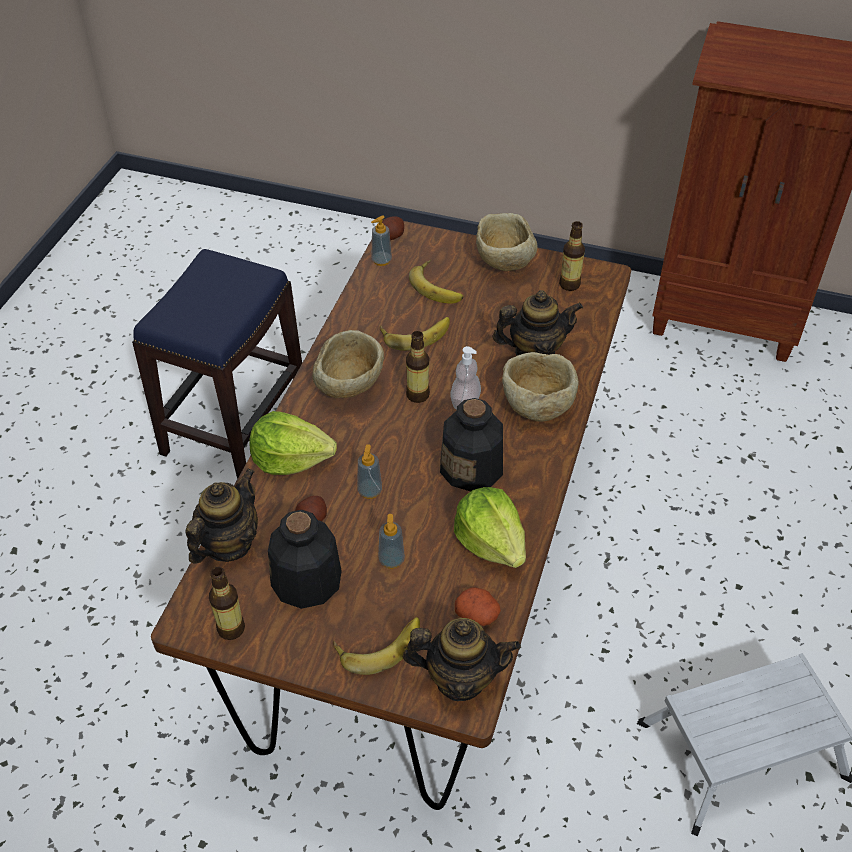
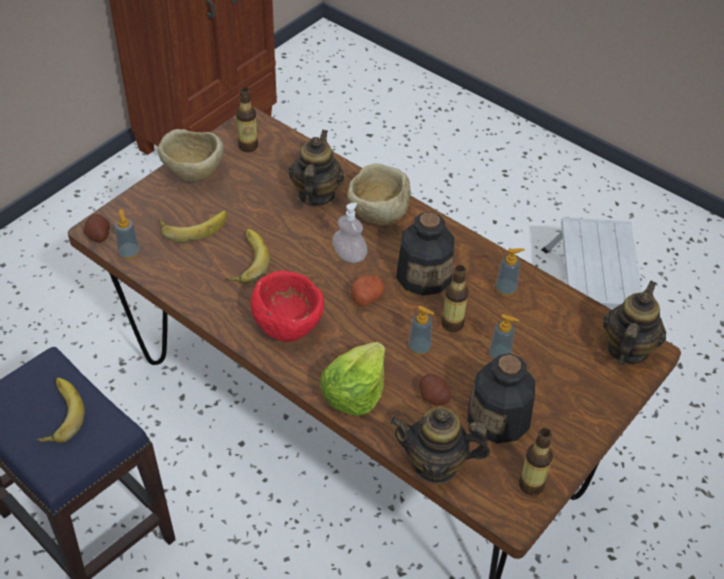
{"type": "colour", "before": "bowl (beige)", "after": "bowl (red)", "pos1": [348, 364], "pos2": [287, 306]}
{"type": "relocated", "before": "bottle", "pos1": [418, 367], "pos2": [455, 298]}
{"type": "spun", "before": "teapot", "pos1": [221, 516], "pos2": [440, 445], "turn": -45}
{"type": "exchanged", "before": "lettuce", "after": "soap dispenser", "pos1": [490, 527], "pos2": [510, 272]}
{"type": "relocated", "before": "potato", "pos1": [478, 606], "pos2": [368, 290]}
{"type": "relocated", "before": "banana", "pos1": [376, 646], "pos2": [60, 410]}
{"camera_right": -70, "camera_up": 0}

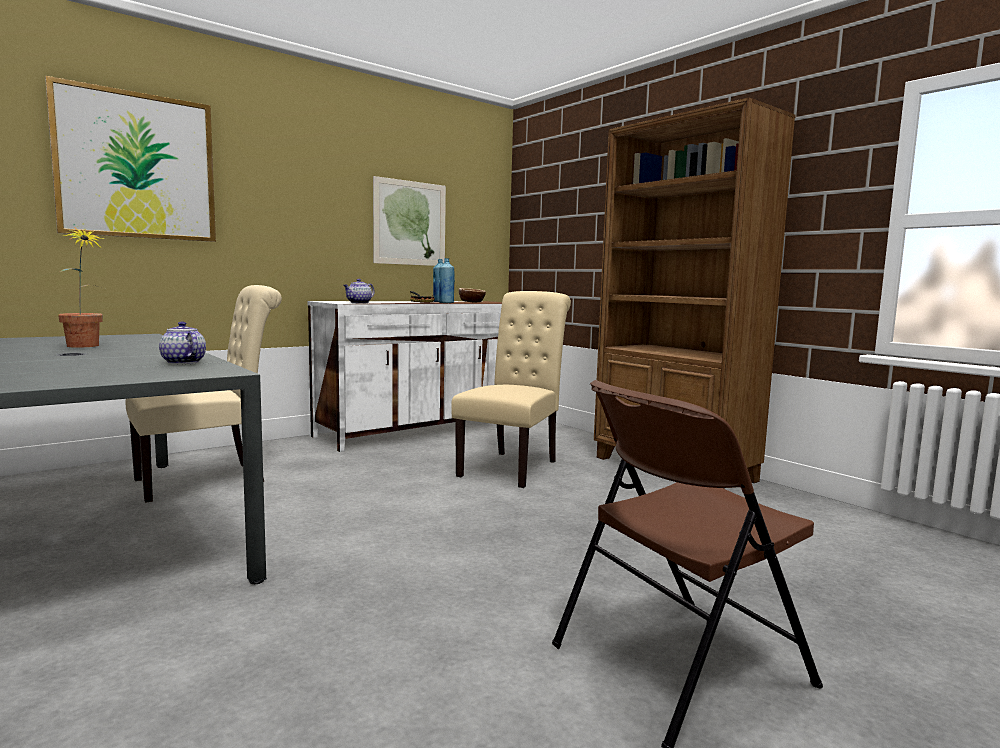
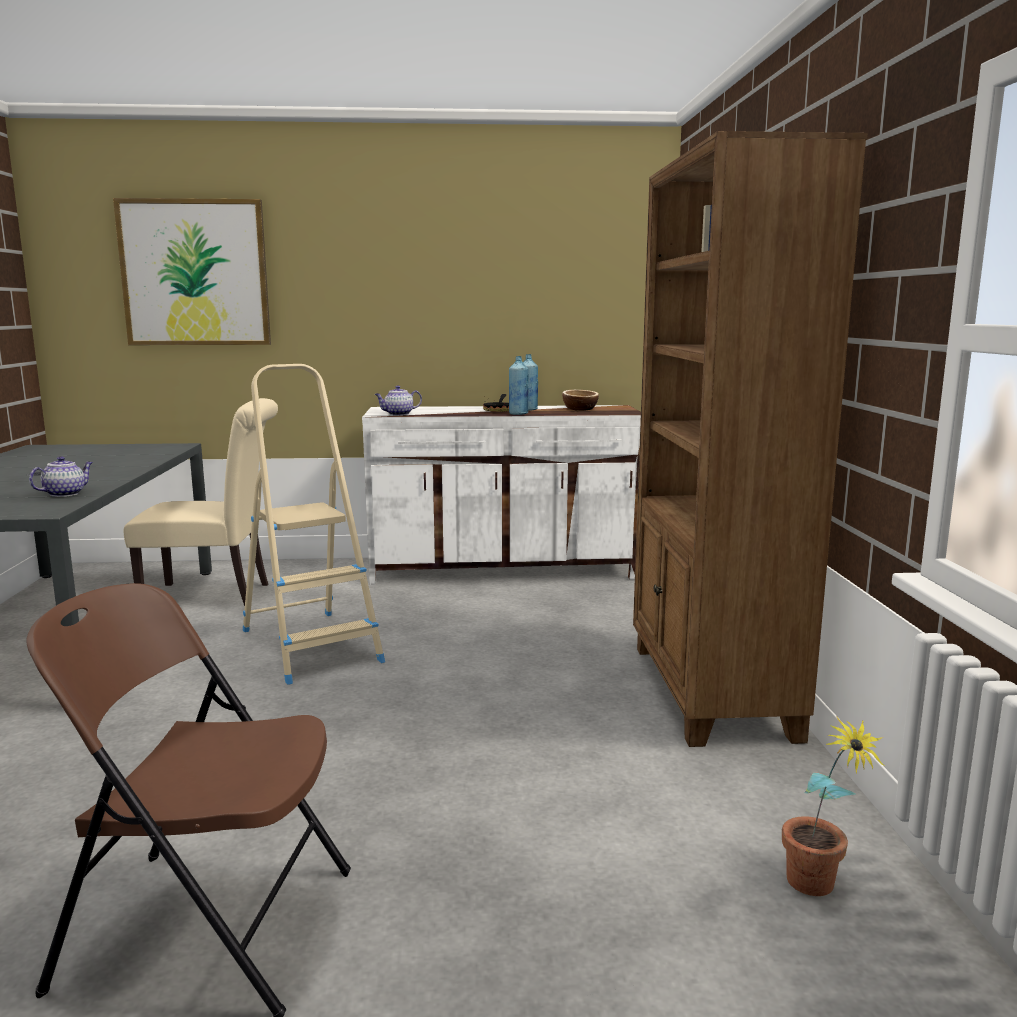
{"type": "missing", "before": "picture", "pos1": [409, 221]}
{"type": "relocated", "before": "potted plant", "pos1": [82, 288], "pos2": [833, 806]}
{"type": "missing", "before": "chair (beige)", "pos1": [511, 389]}
{"type": "spun", "before": "teapot", "pos1": [182, 343], "pos2": [61, 476], "turn": 45}
{"type": "appeared", "after": "step ladder (beige)", "pos2": [314, 524]}
{"camera_right": 35, "camera_up": 5}

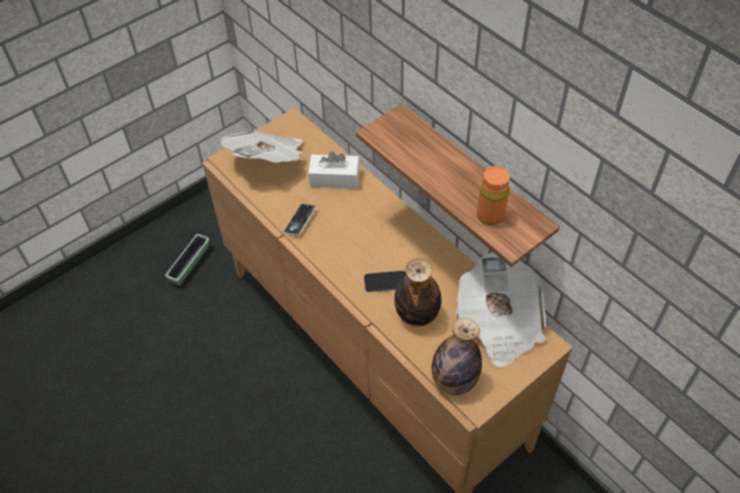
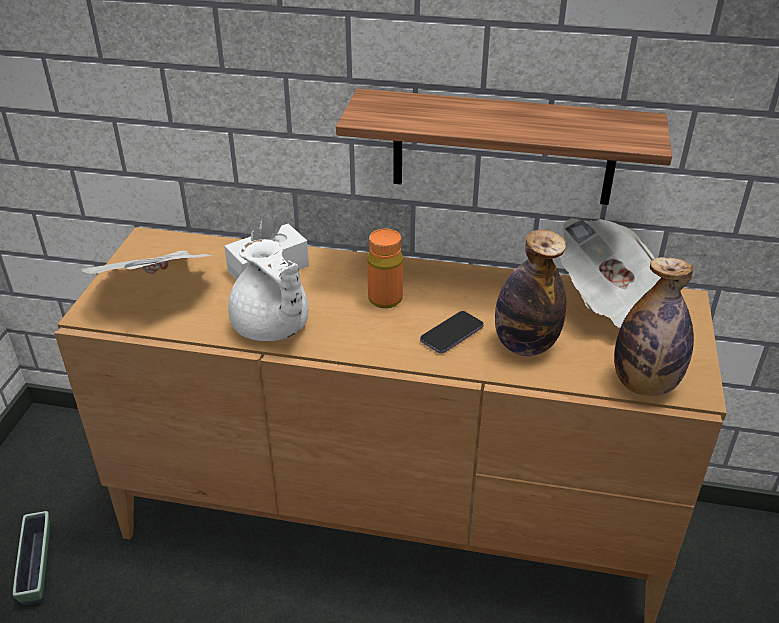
{"type": "relocated", "before": "bottle (orange)", "pos1": [493, 195], "pos2": [385, 268]}
{"type": "exchanged", "before": "phone", "after": "teapot (white)", "pos1": [300, 220], "pos2": [268, 290]}
{"camera_right": -40, "camera_up": -15}

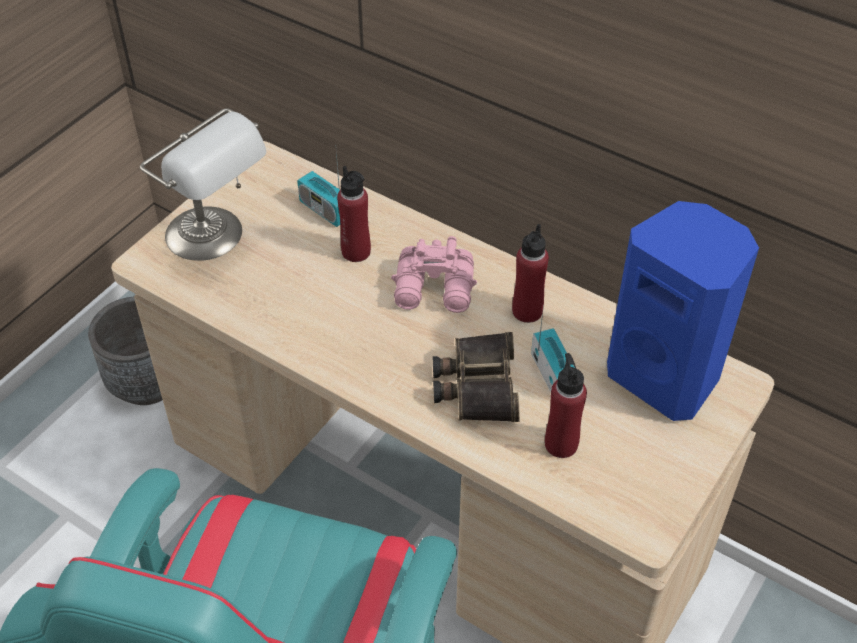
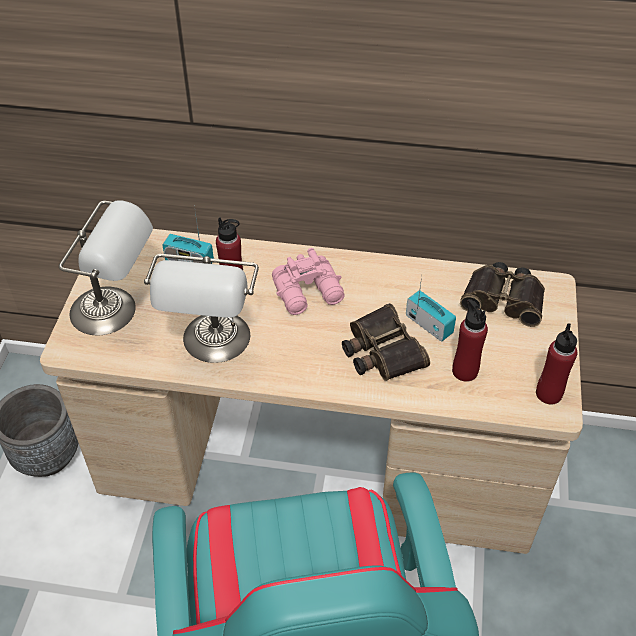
{"type": "exchanged", "before": "speaker (blue)", "after": "binoculars", "pos1": [683, 311], "pos2": [502, 294]}
{"type": "relocated", "before": "bottle (red)", "pos1": [530, 273], "pos2": [556, 363]}
{"type": "appeared", "after": "table lamp (white)", "pos2": [201, 308]}
{"camera_right": -25, "camera_up": 0}

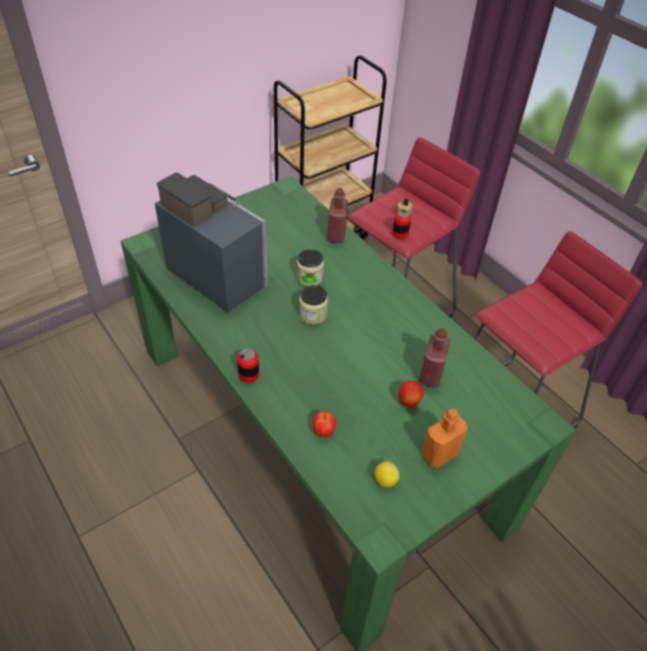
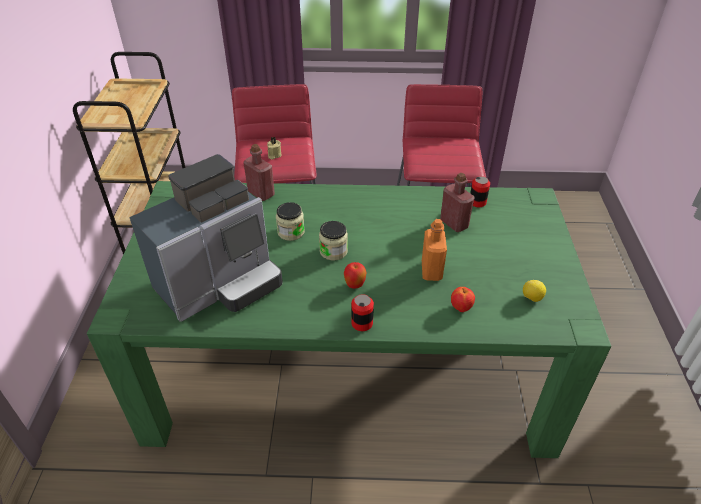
{"type": "spun", "before": "coffee machine", "pos1": [211, 242], "pos2": [206, 238], "turn": 150}
{"type": "relocated", "before": "can", "pos1": [402, 224], "pos2": [480, 191]}
{"type": "relocated", "before": "apple", "pos1": [411, 394], "pos2": [355, 275]}
{"type": "relocated", "before": "bottle (orange)", "pos1": [445, 439], "pos2": [434, 250]}
{"camera_right": -50, "camera_up": -5}

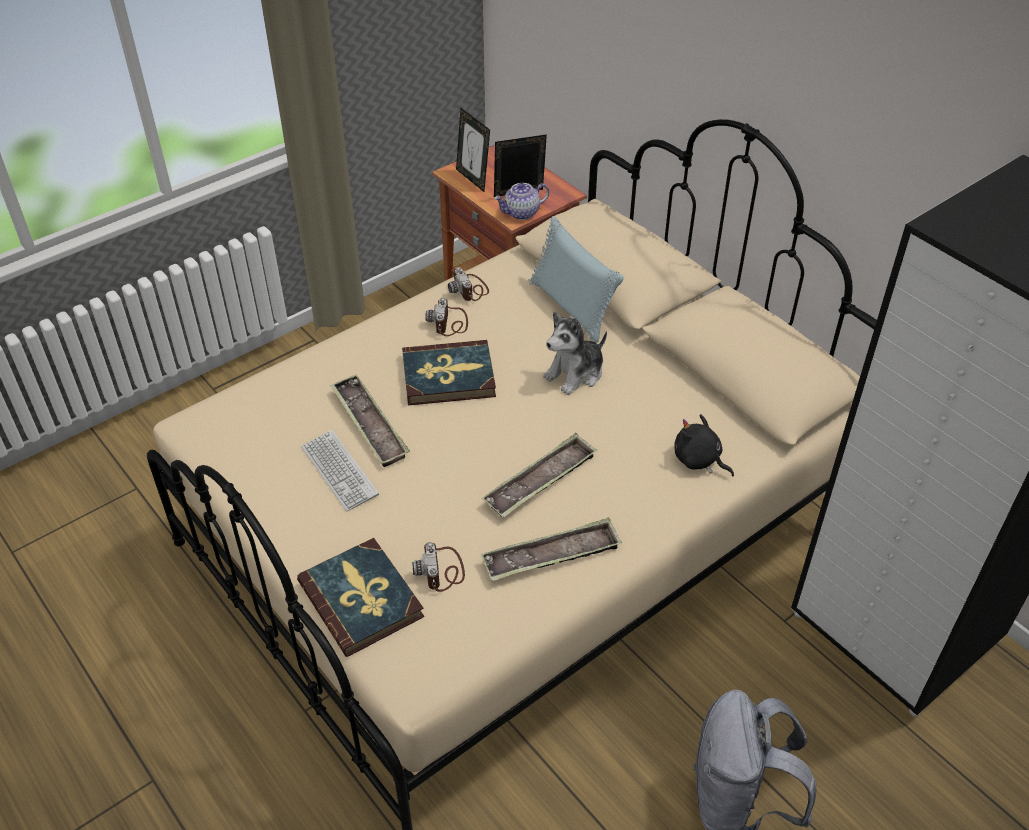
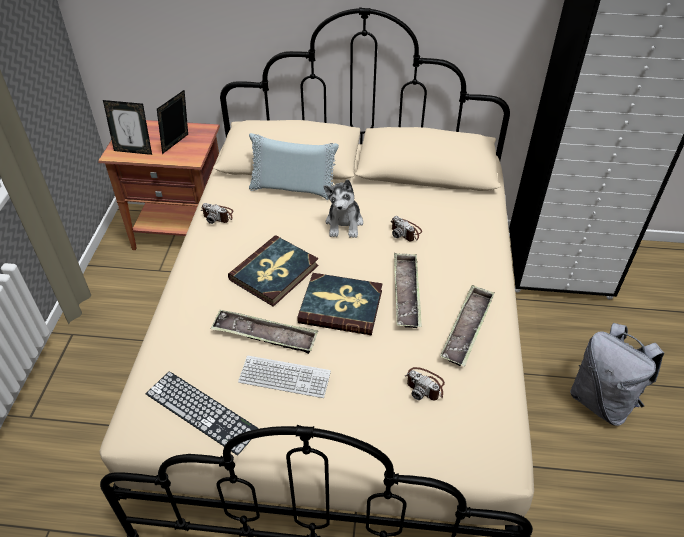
{"type": "missing", "before": "teapot", "pos1": [521, 201]}
{"type": "relocated", "before": "photo camera", "pos1": [446, 317], "pos2": [406, 228]}
{"type": "missing", "before": "plush toy (black)", "pos1": [704, 445]}
{"type": "relocated", "before": "book", "pos1": [360, 597], "pos2": [339, 304]}
{"type": "appeared", "after": "keyboard", "pos2": [202, 413]}
{"camera_right": -45, "camera_up": 0}

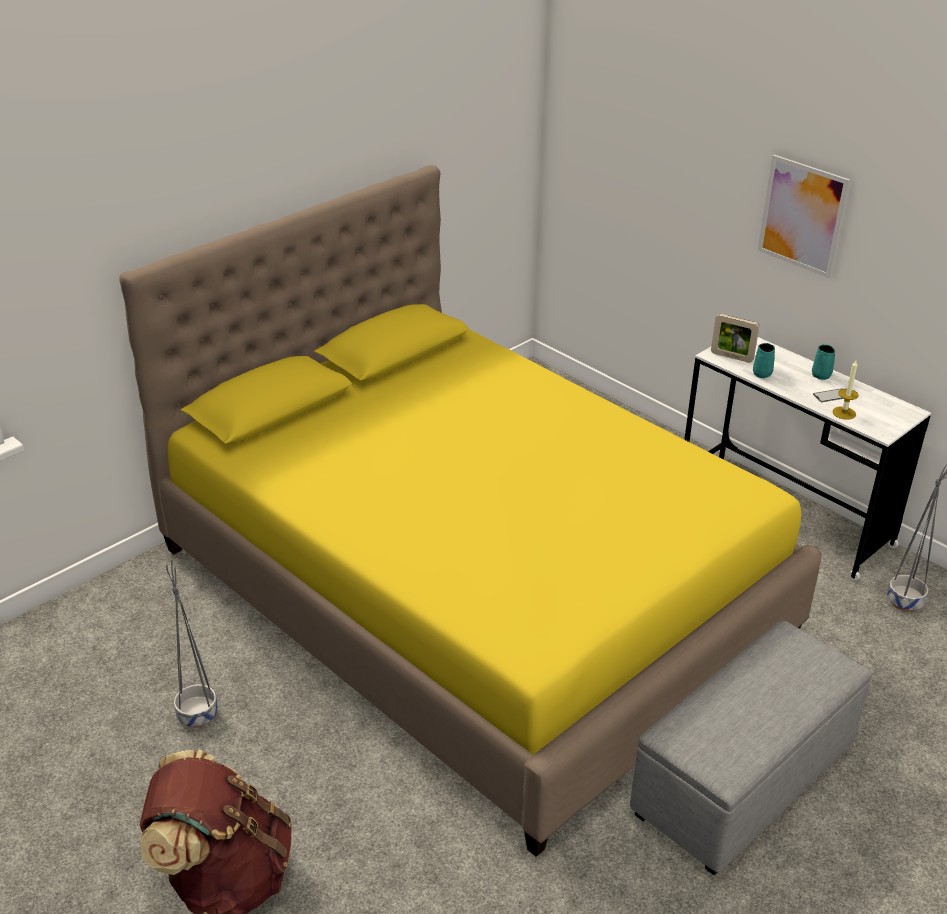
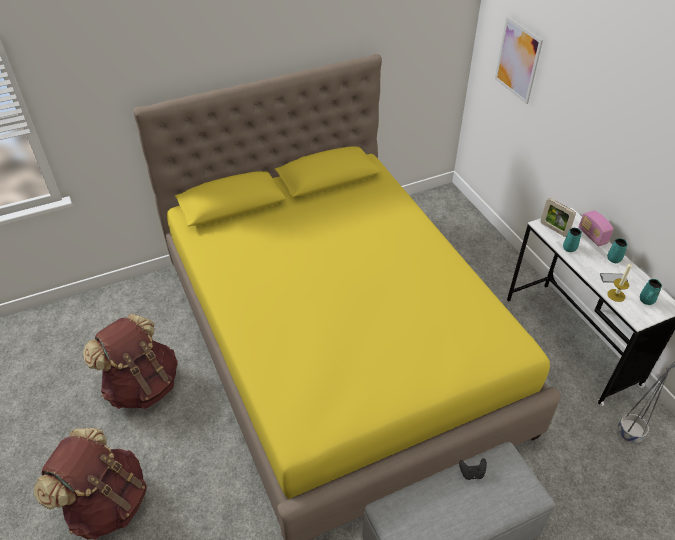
{"type": "relocated", "before": "picture", "pos1": [804, 216], "pos2": [519, 60]}
{"type": "exchanged", "before": "planter (grey)", "after": "backpack (brown)", "pos1": [192, 644], "pos2": [130, 361]}
{"type": "appeared", "after": "radio", "pos2": [596, 228]}
{"type": "appeared", "after": "mug (turquoise)", "pos2": [651, 292]}
{"type": "appeared", "after": "game controller (black)", "pos2": [473, 469]}
{"camera_right": 20, "camera_up": 10}

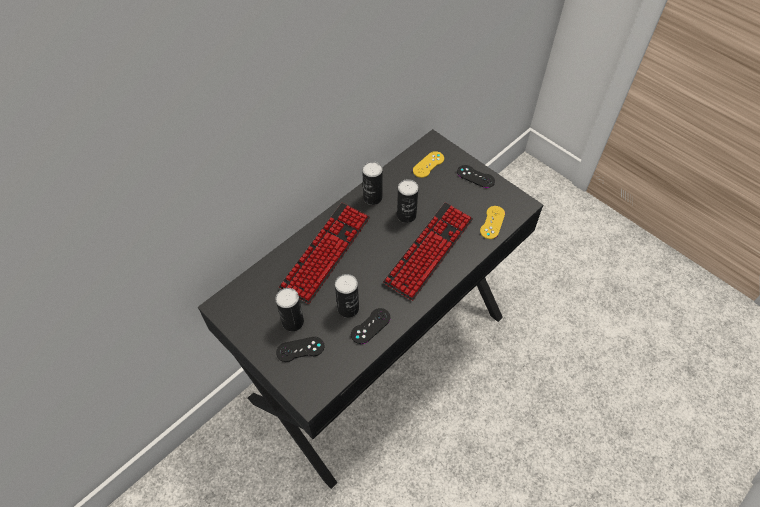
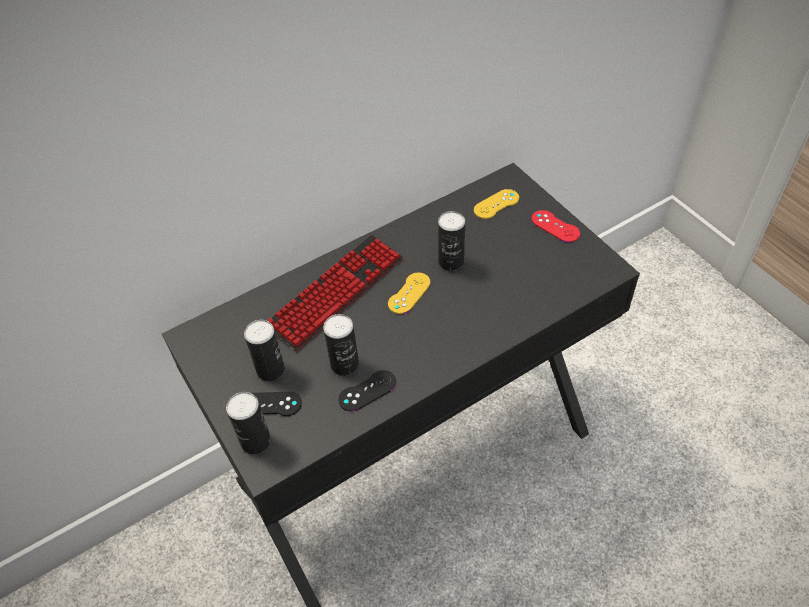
{"type": "relocated", "before": "can", "pos1": [372, 183], "pos2": [248, 423]}
{"type": "colour", "before": "game controller (black)", "after": "game controller (red)", "pos1": [476, 176], "pos2": [556, 226]}
{"type": "missing", "before": "keyboard", "pos1": [428, 251]}
{"type": "relocated", "before": "game controller (yellow)", "pos1": [492, 222], "pos2": [409, 293]}
{"camera_right": 15, "camera_up": -5}

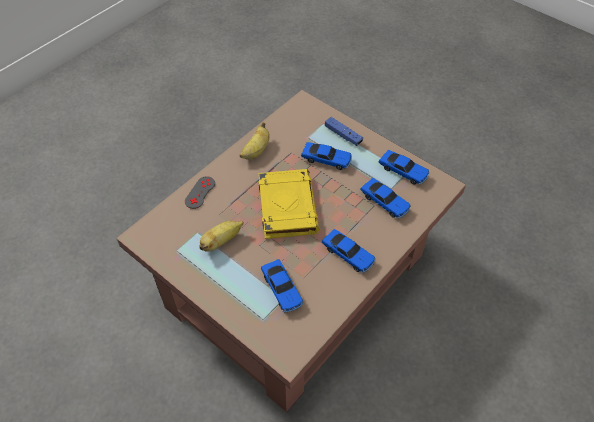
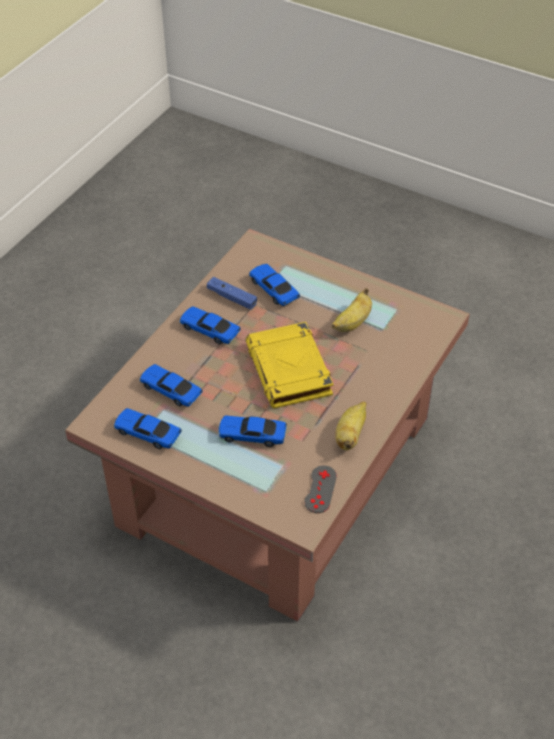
{"type": "relocated", "before": "game controller (blue)", "pos1": [344, 131], "pos2": [232, 293]}
{"type": "relocated", "before": "game controller (grey)", "pos1": [200, 192], "pos2": [321, 489]}
{"camera_right": 170, "camera_up": -5}

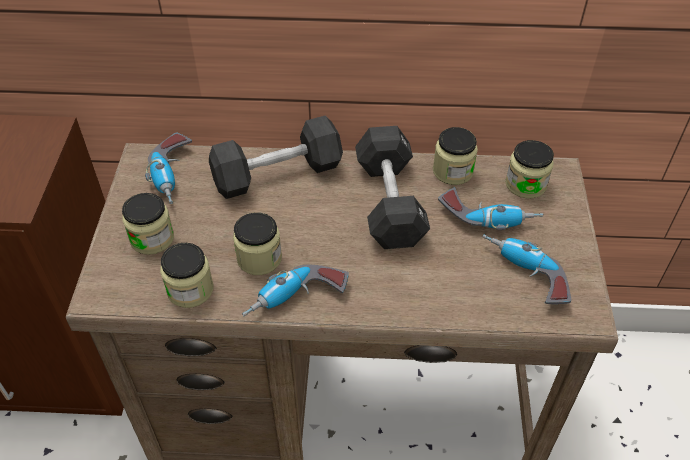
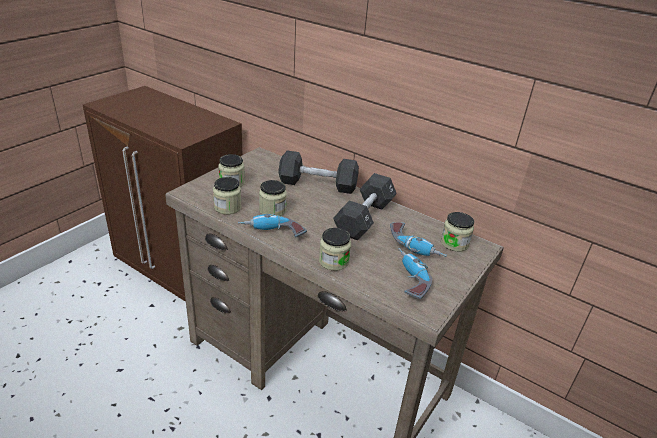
{"type": "relocated", "before": "jar", "pos1": [455, 156], "pos2": [335, 249]}
{"type": "missing", "before": "power drill", "pos1": [168, 168]}
{"camera_right": 30, "camera_up": -15}

